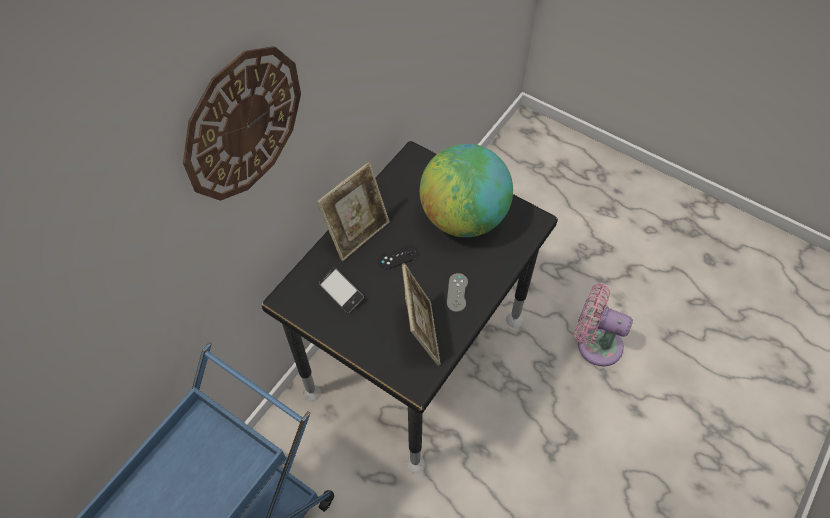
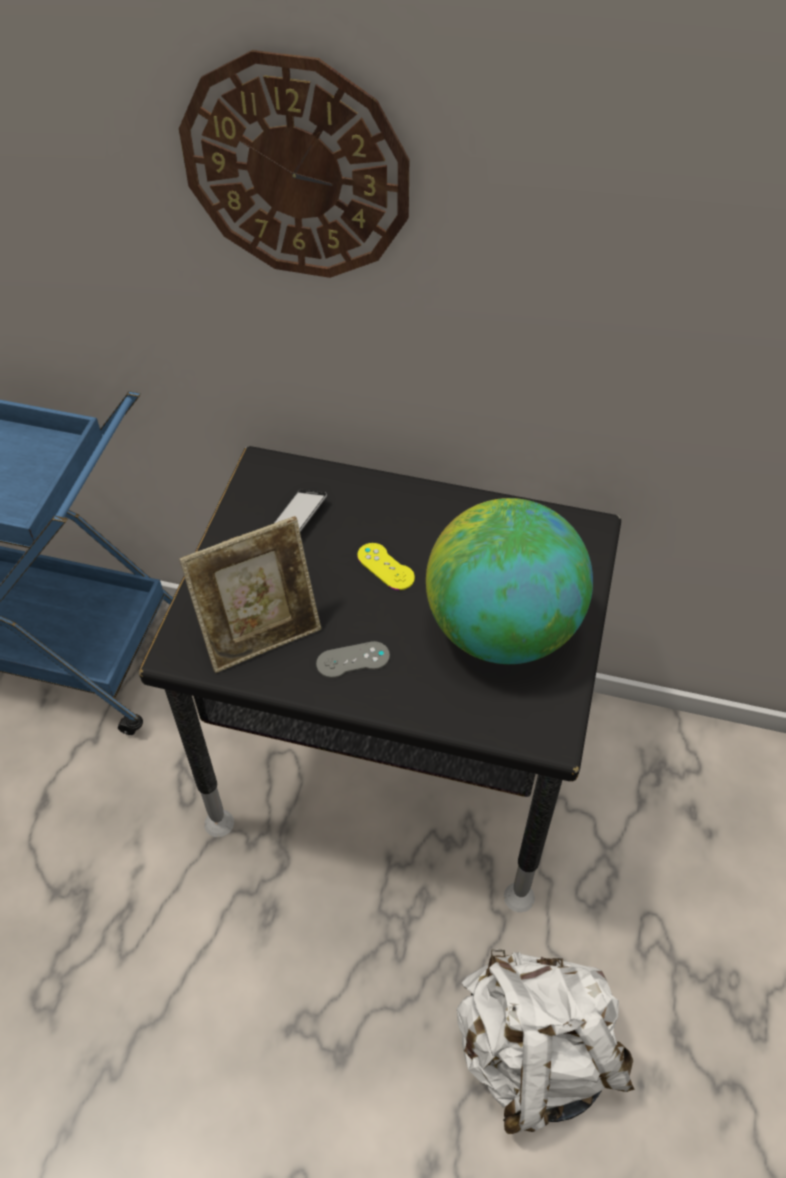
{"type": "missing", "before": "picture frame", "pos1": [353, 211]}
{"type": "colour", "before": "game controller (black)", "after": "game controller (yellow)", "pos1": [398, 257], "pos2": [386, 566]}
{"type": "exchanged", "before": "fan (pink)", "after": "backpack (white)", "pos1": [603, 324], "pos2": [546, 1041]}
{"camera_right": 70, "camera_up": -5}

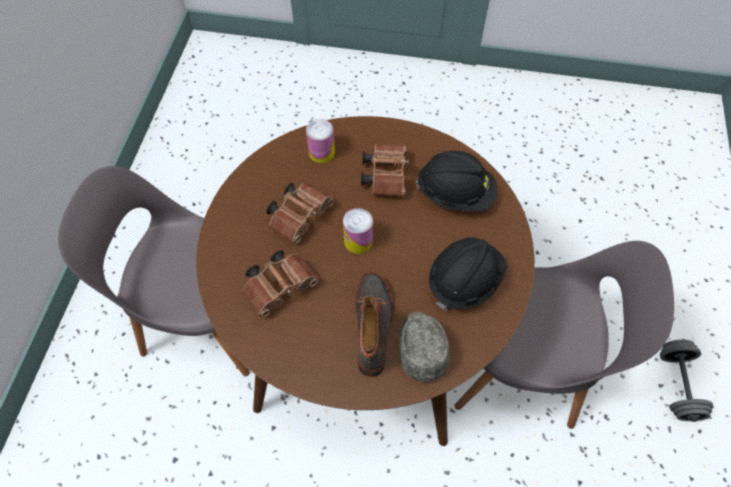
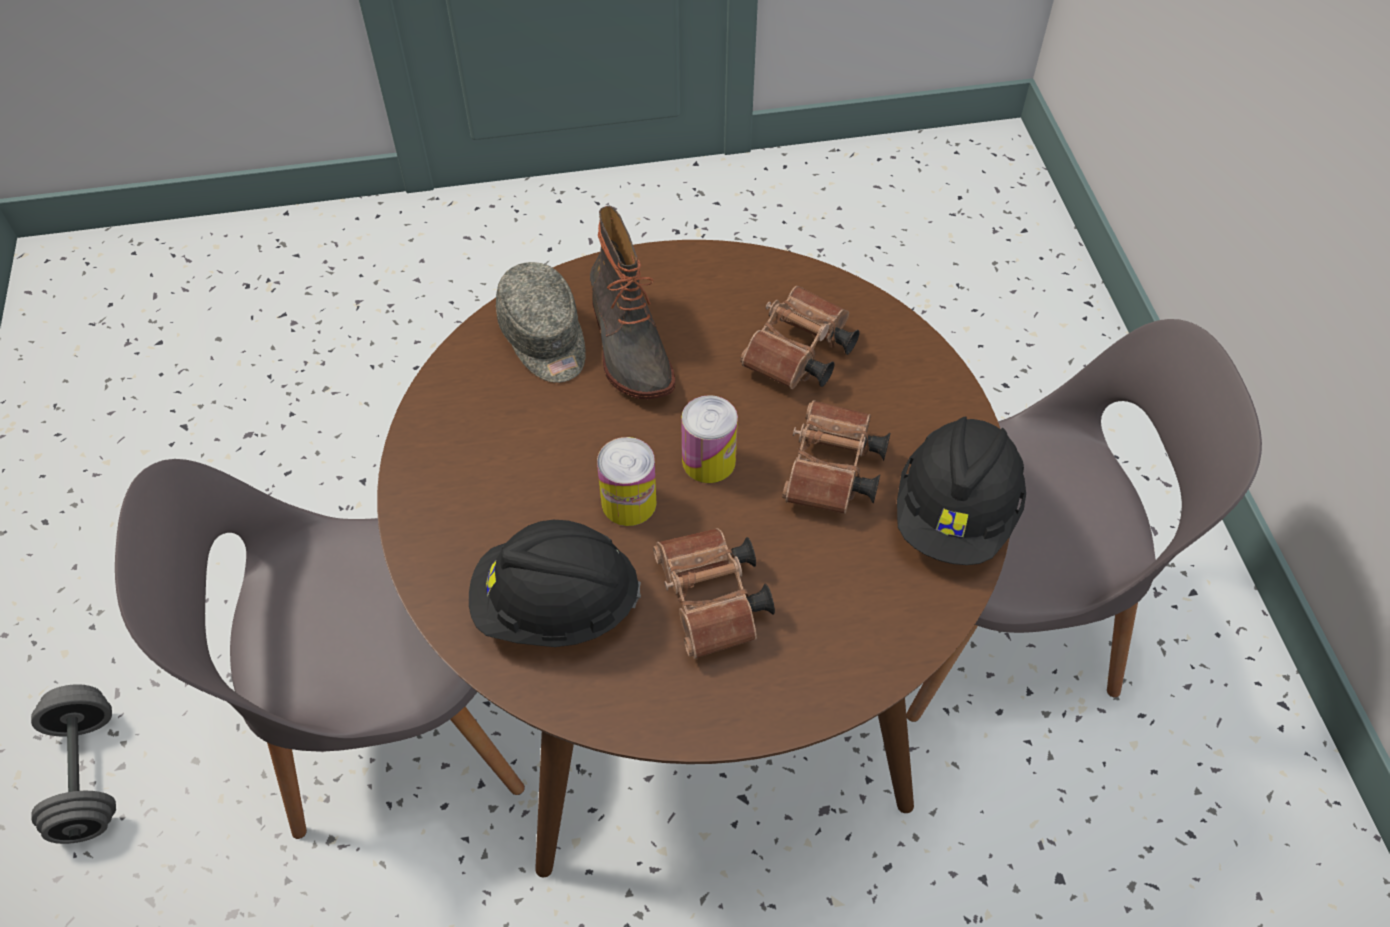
{"type": "relocated", "before": "can", "pos1": [320, 141], "pos2": [627, 481]}
{"type": "relocated", "before": "hard hat (black)", "pos1": [468, 274], "pos2": [961, 491]}
{"camera_right": 160, "camera_up": -5}

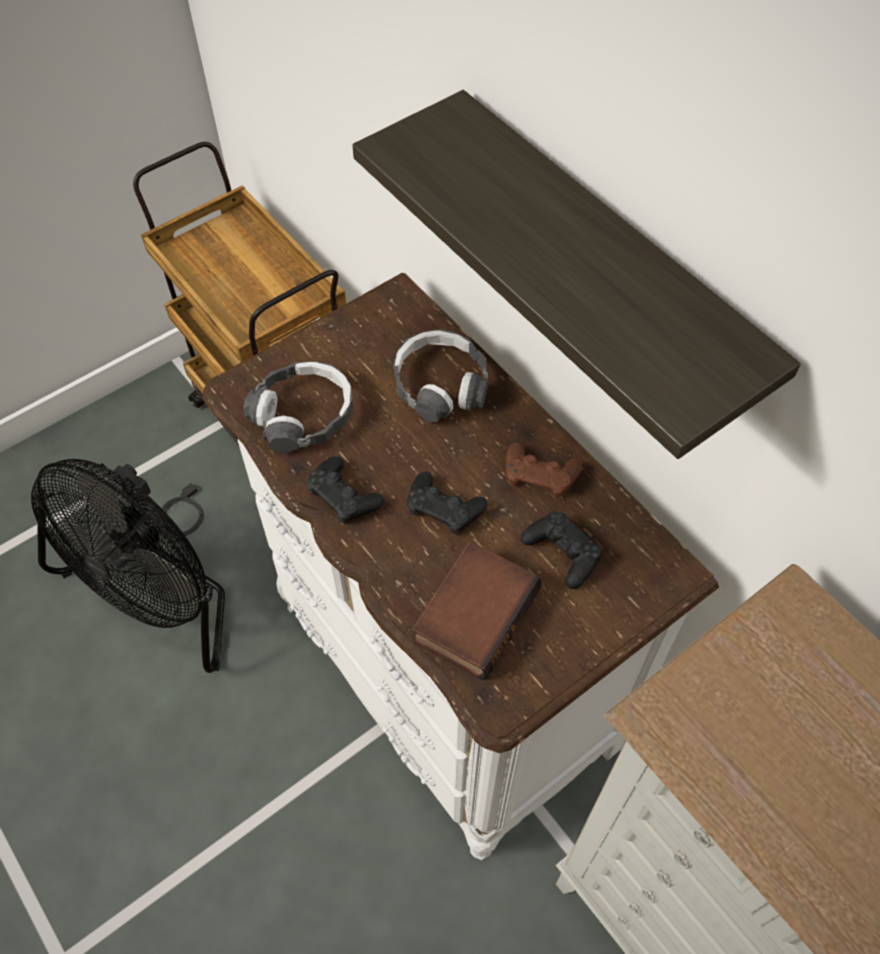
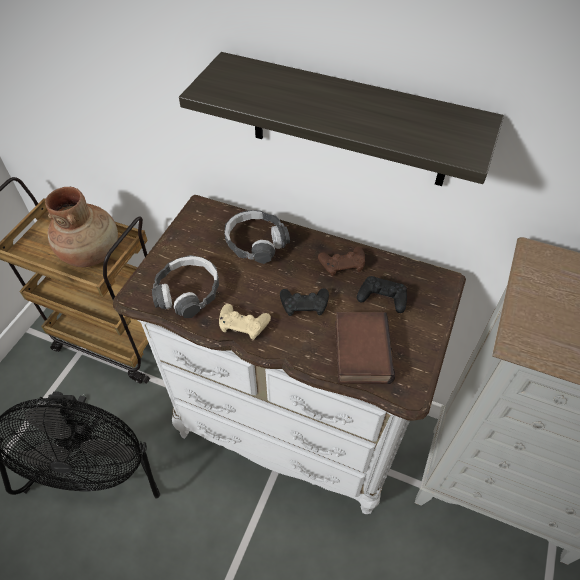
{"type": "colour", "before": "game controller (black)", "after": "game controller (beige)", "pos1": [345, 489], "pos2": [245, 322]}
{"type": "appeared", "after": "vase (brown)", "pos2": [81, 227]}
{"camera_right": -30, "camera_up": -5}

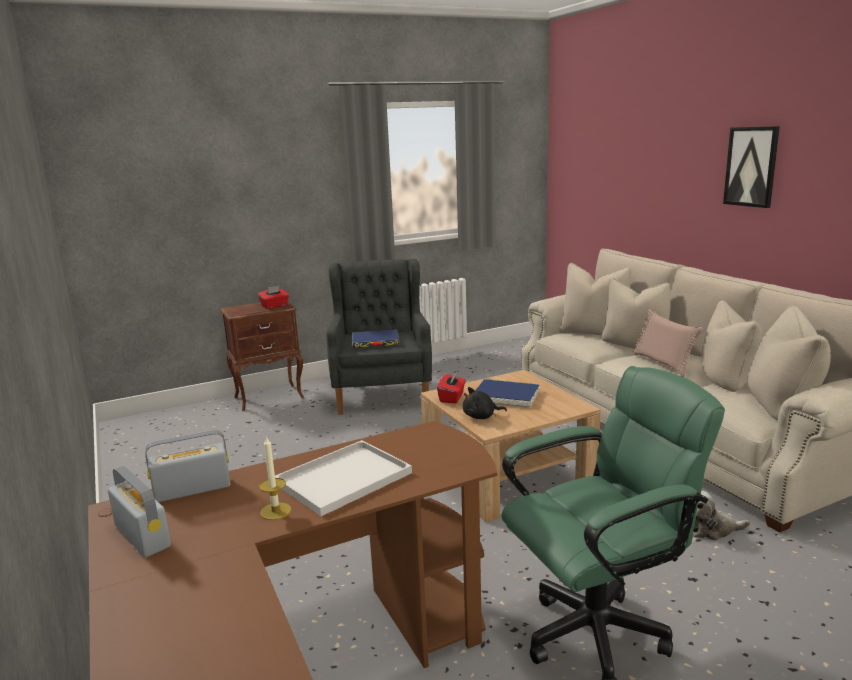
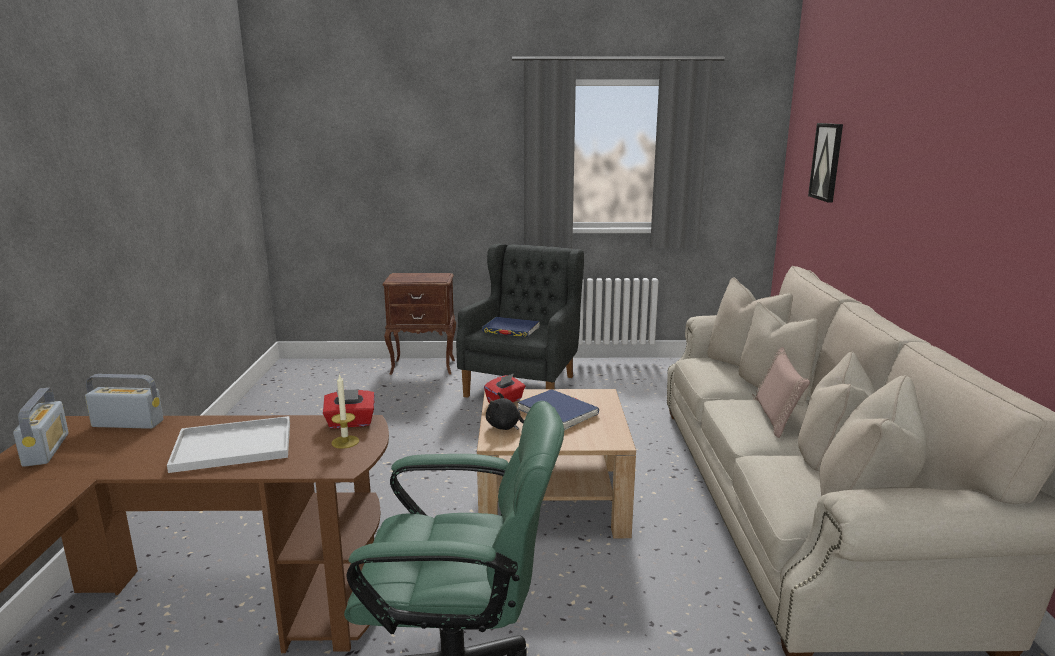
{"type": "relocated", "before": "picture", "pos1": [751, 167], "pos2": [825, 163]}
{"type": "relocated", "before": "tissue box (red)", "pos1": [273, 297], "pos2": [349, 408]}
{"type": "relocated", "before": "candle", "pos1": [275, 478], "pos2": [345, 411]}
{"type": "missing", "before": "plush toy", "pos1": [721, 515]}
{"camera_right": 25, "camera_up": 0}

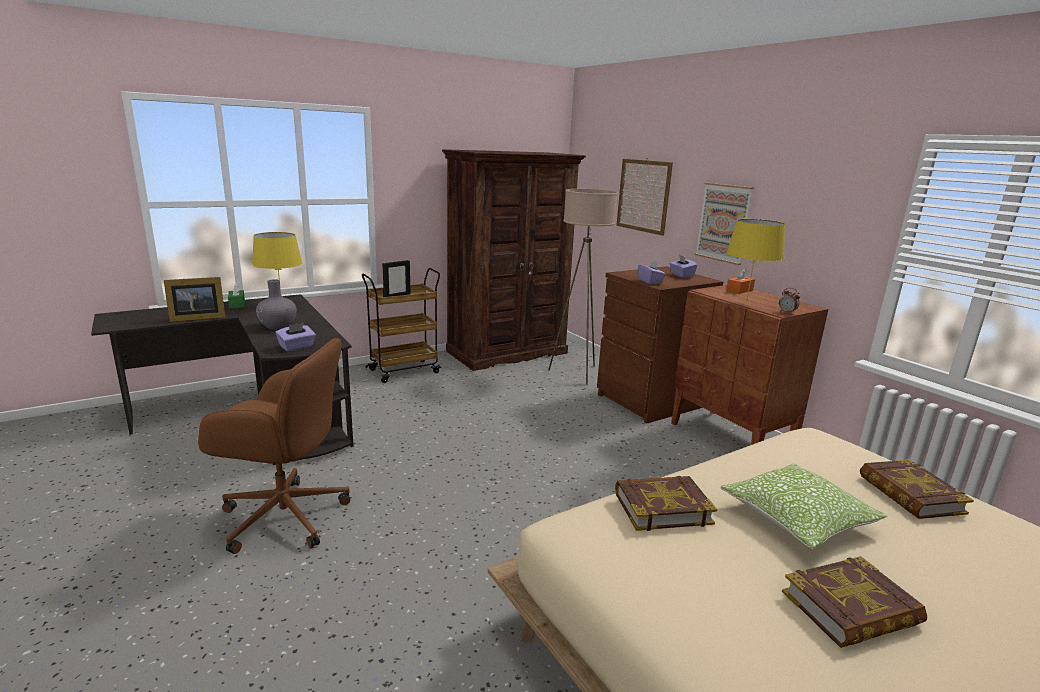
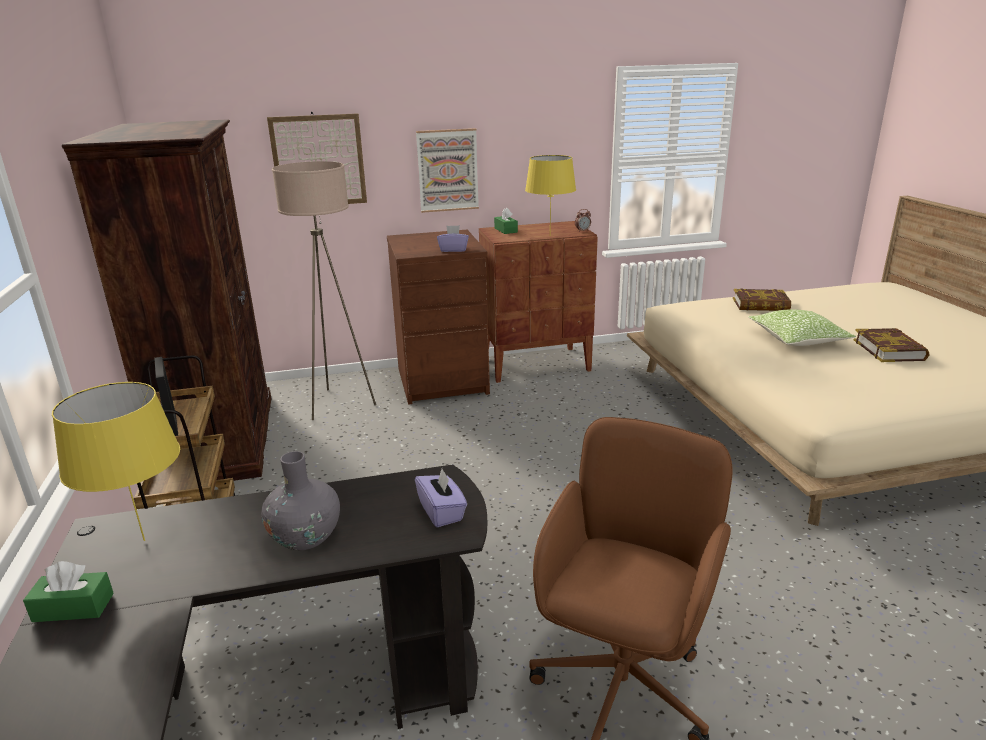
{"type": "missing", "before": "tissue box (purple)", "pos1": [683, 266]}
{"type": "colour", "before": "tissue box (orange)", "after": "tissue box (green)", "pos1": [740, 281], "pos2": [506, 220]}
{"type": "missing", "before": "picture frame", "pos1": [194, 299]}
{"type": "missing", "before": "book", "pos1": [666, 503]}
{"camera_right": -70, "camera_up": 5}

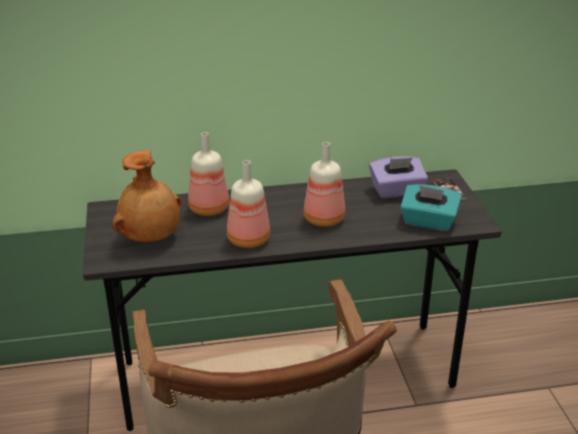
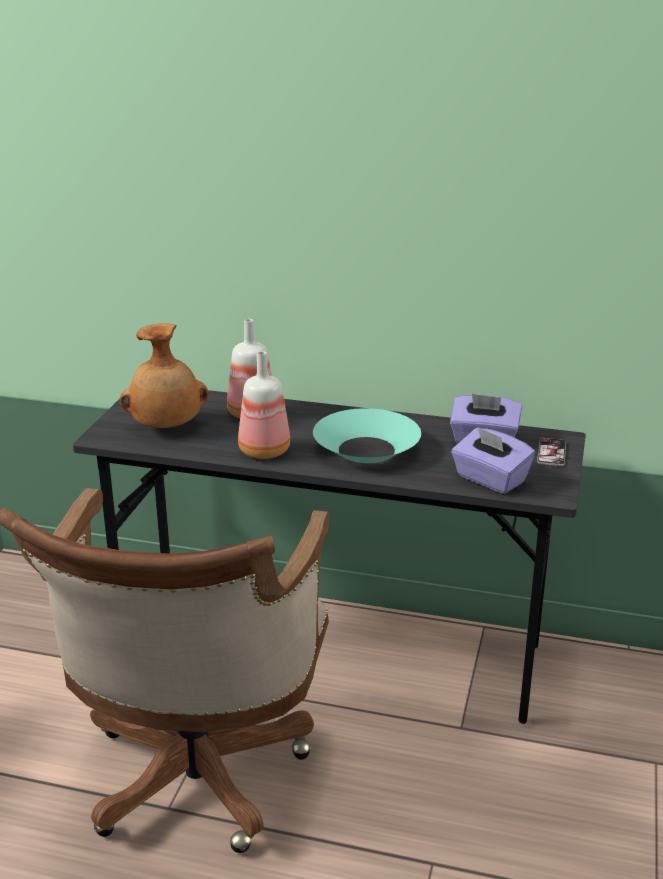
{"type": "exchanged", "before": "bottle", "after": "bowl (turquoise)", "pos1": [324, 184], "pos2": [367, 435]}
{"type": "colour", "before": "tissue box (turquoise)", "after": "tissue box (purple)", "pos1": [431, 207], "pos2": [493, 460]}
{"camera_right": 25, "camera_up": -5}

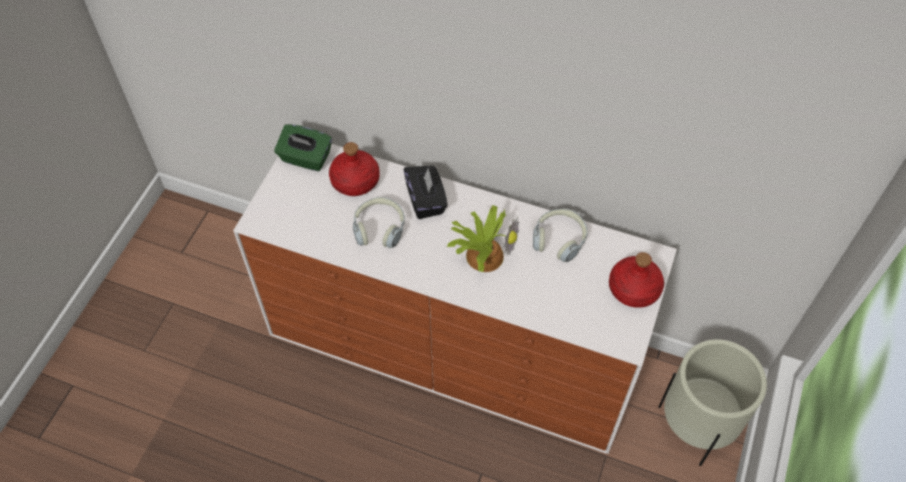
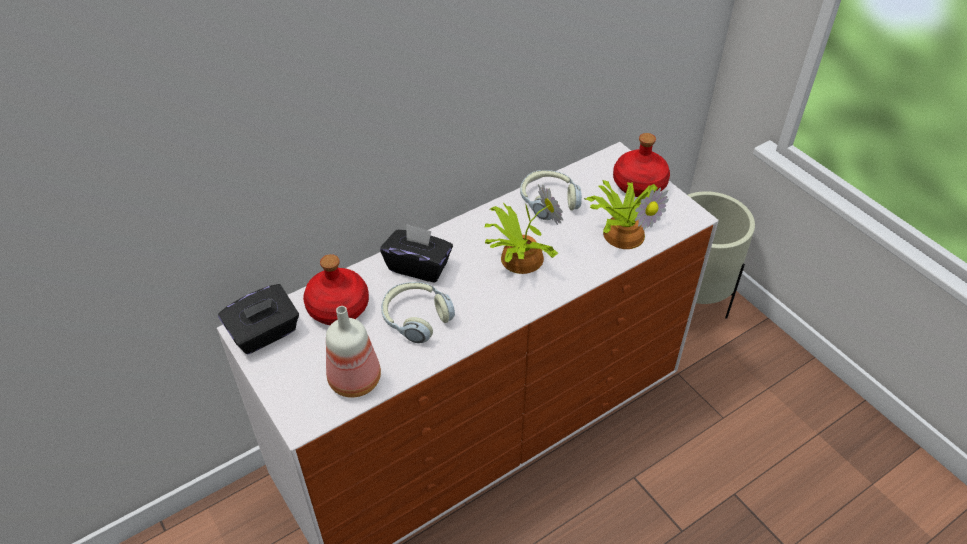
{"type": "colour", "before": "tissue box (green)", "after": "tissue box (black)", "pos1": [303, 147], "pos2": [258, 319]}
{"type": "appeared", "after": "potted plant", "pos2": [626, 214]}
{"type": "appeared", "after": "bottle", "pos2": [353, 352]}
{"camera_right": -55, "camera_up": -10}

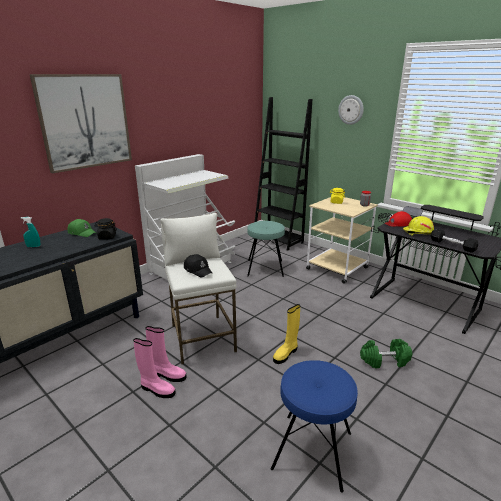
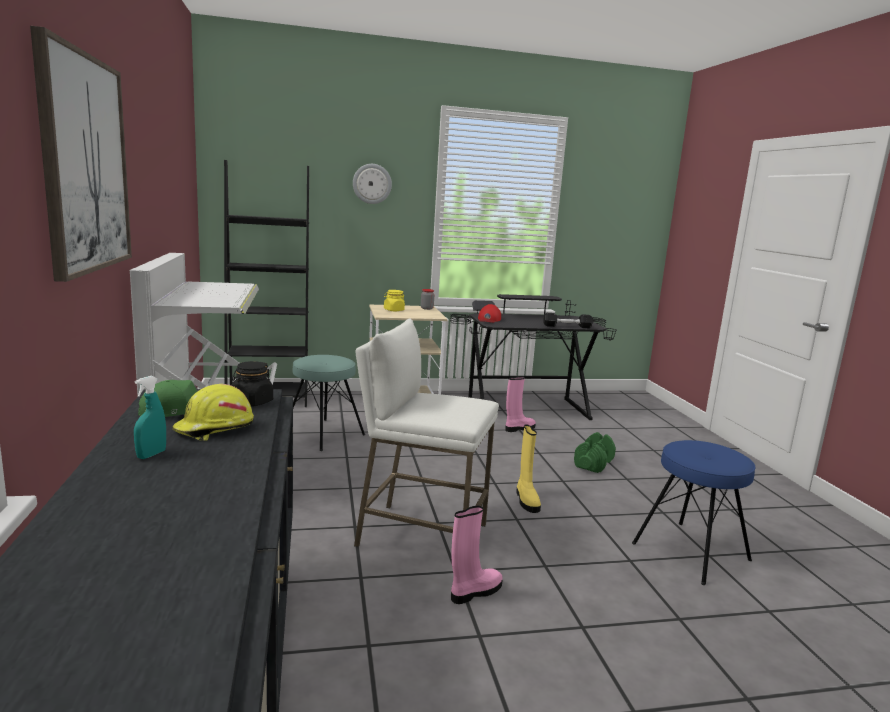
{"type": "relocated", "before": "hard hat (yellow)", "pos1": [418, 226], "pos2": [213, 412]}
{"type": "missing", "before": "cap (black)", "pos1": [198, 266]}
{"type": "relocated", "before": "boot (pink)", "pos1": [154, 368], "pos2": [520, 404]}
{"camera_right": -55, "camera_up": -10}

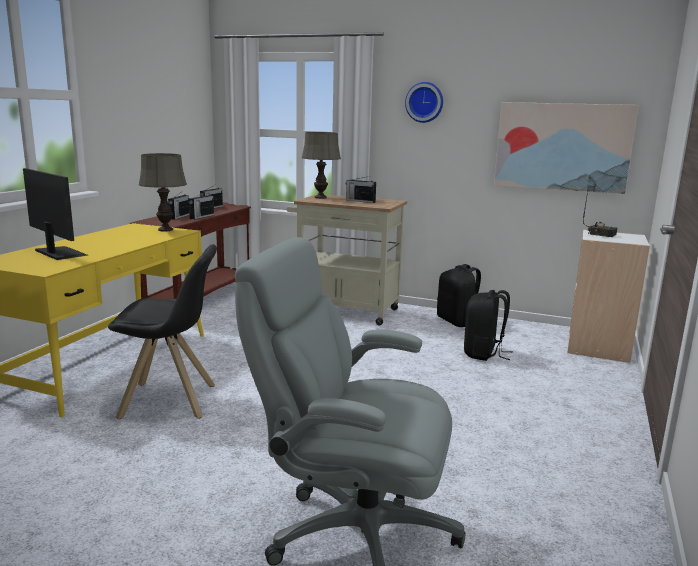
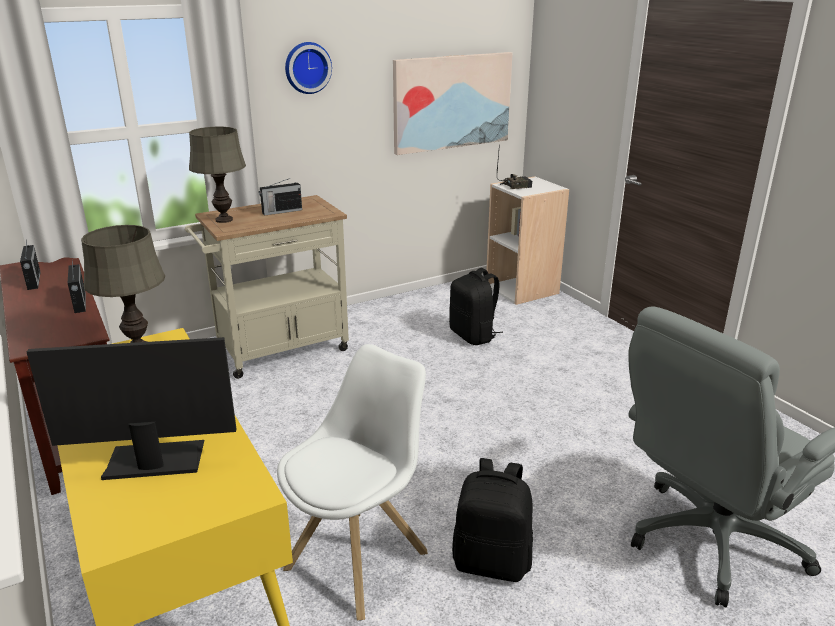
{"type": "missing", "before": "radio", "pos1": [179, 205]}
{"type": "colour", "before": "chair (black)", "after": "chair (white)", "pos1": [162, 331], "pos2": [352, 482]}
{"type": "relocated", "before": "backpack (black)", "pos1": [459, 295], "pos2": [492, 520]}
{"camera_right": -50, "camera_up": 10}

